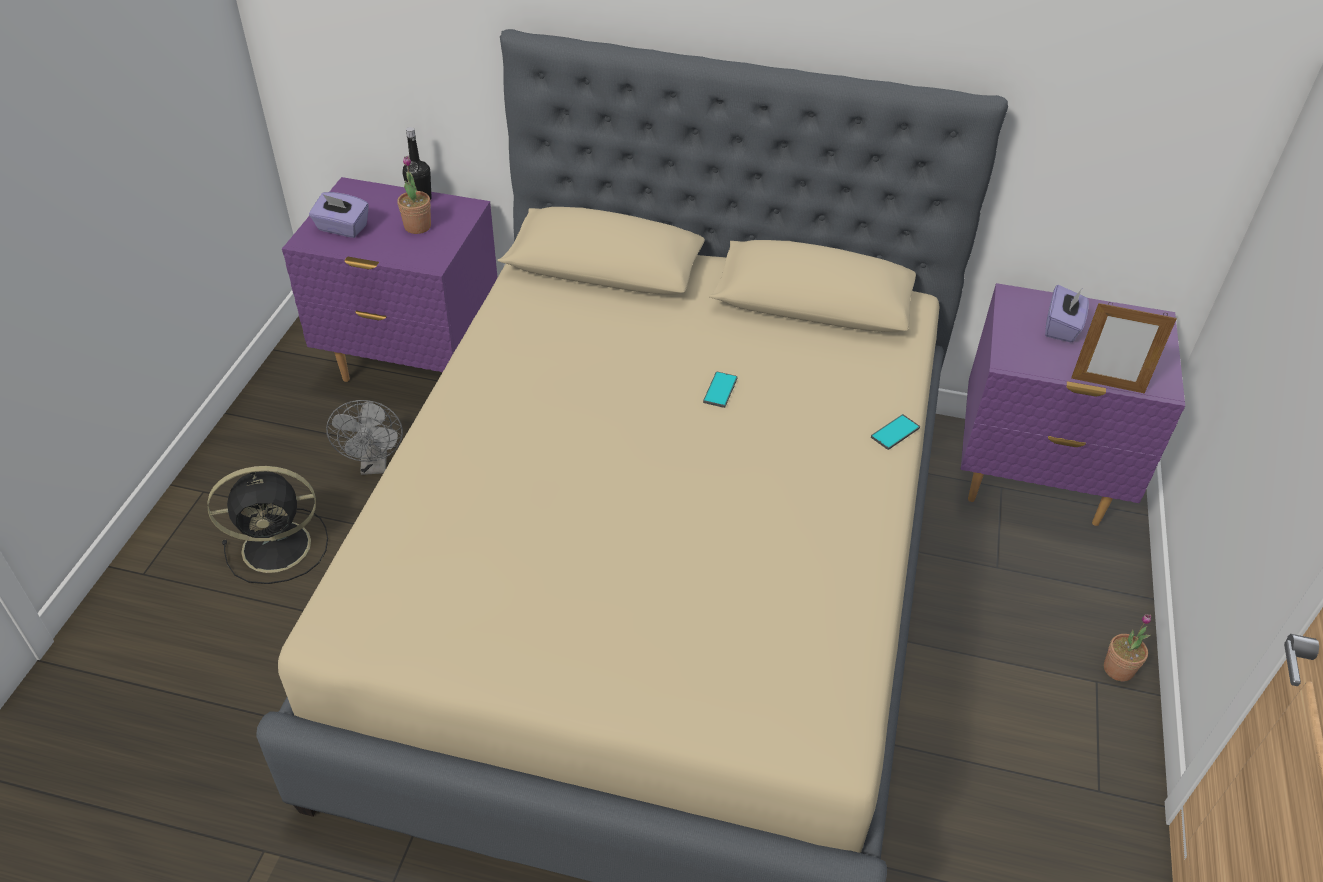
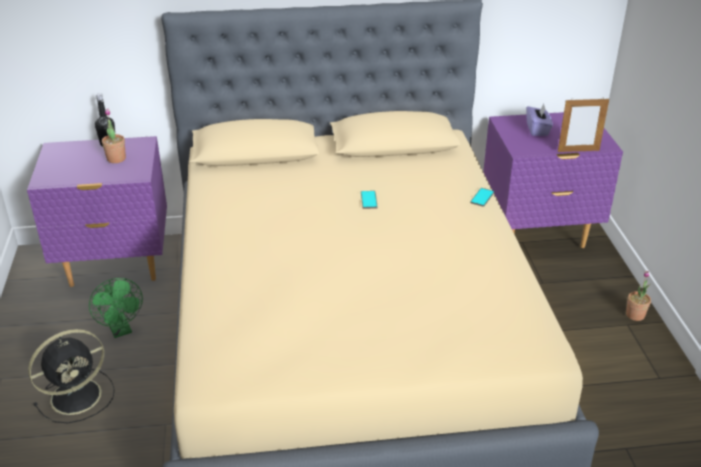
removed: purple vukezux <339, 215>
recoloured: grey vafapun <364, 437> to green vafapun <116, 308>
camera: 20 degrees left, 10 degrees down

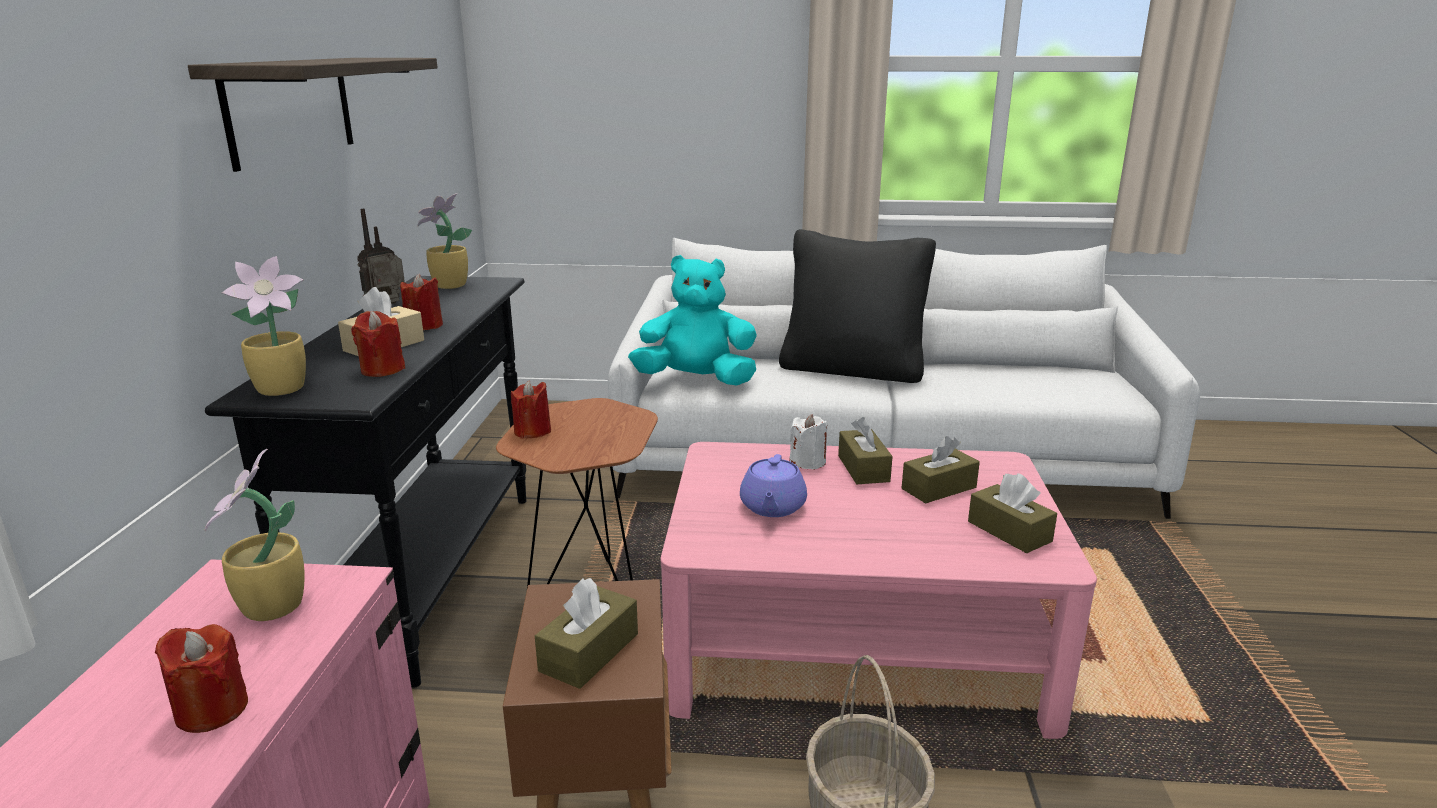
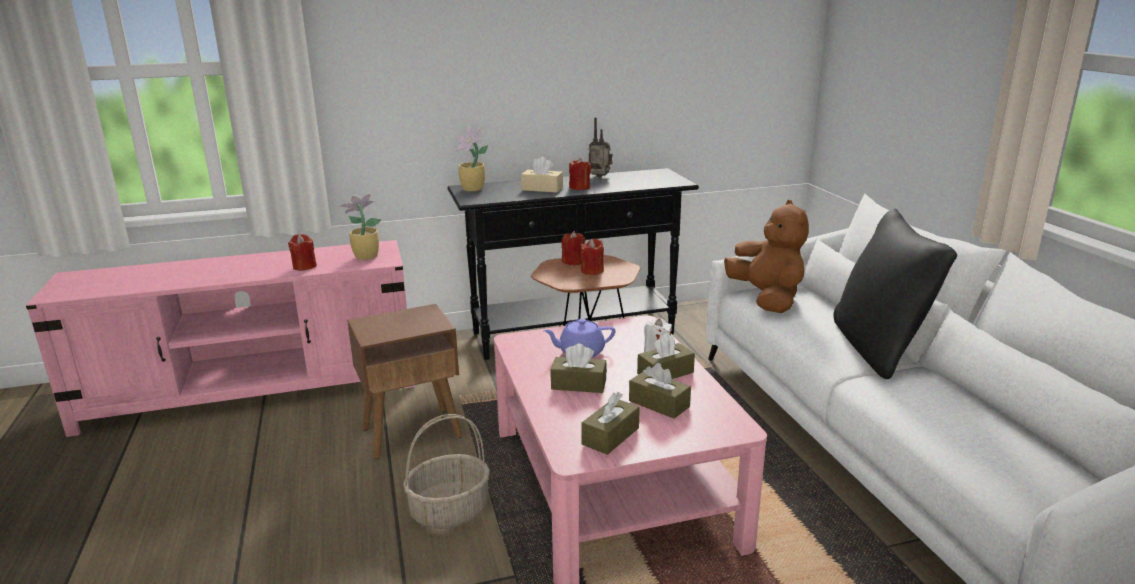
removed: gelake <313, 115>; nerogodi <444, 241>
moved: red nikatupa <378, 344> to <592, 257>; brown vukezux <586, 633> to <579, 368>
recoloured: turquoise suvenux <692, 320> to brown suvenux <766, 256>
camera: 70 degrees right, 0 degrees up

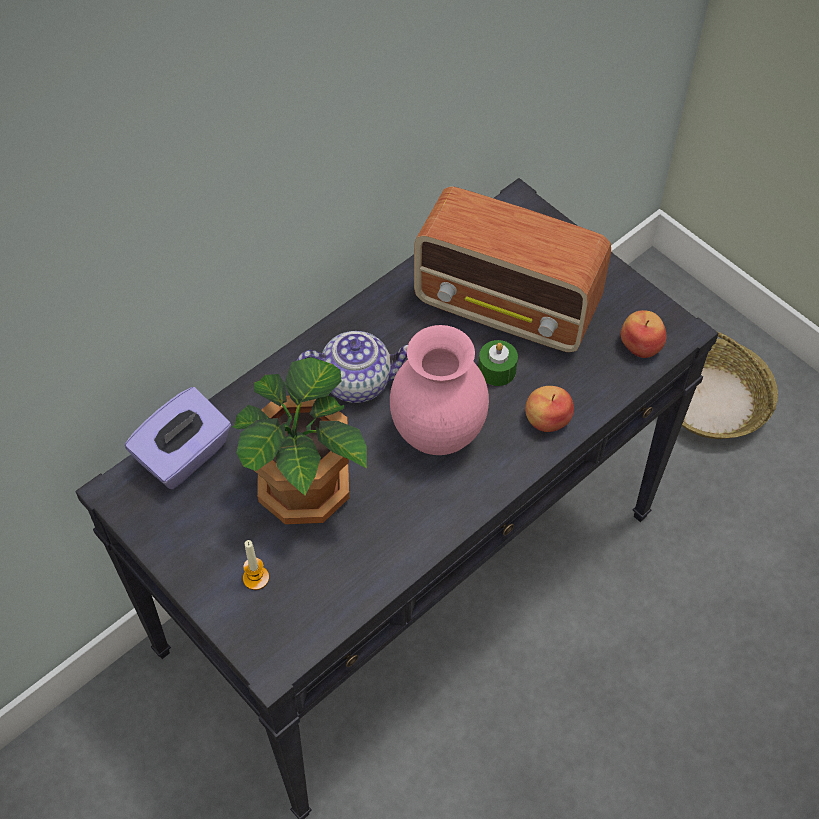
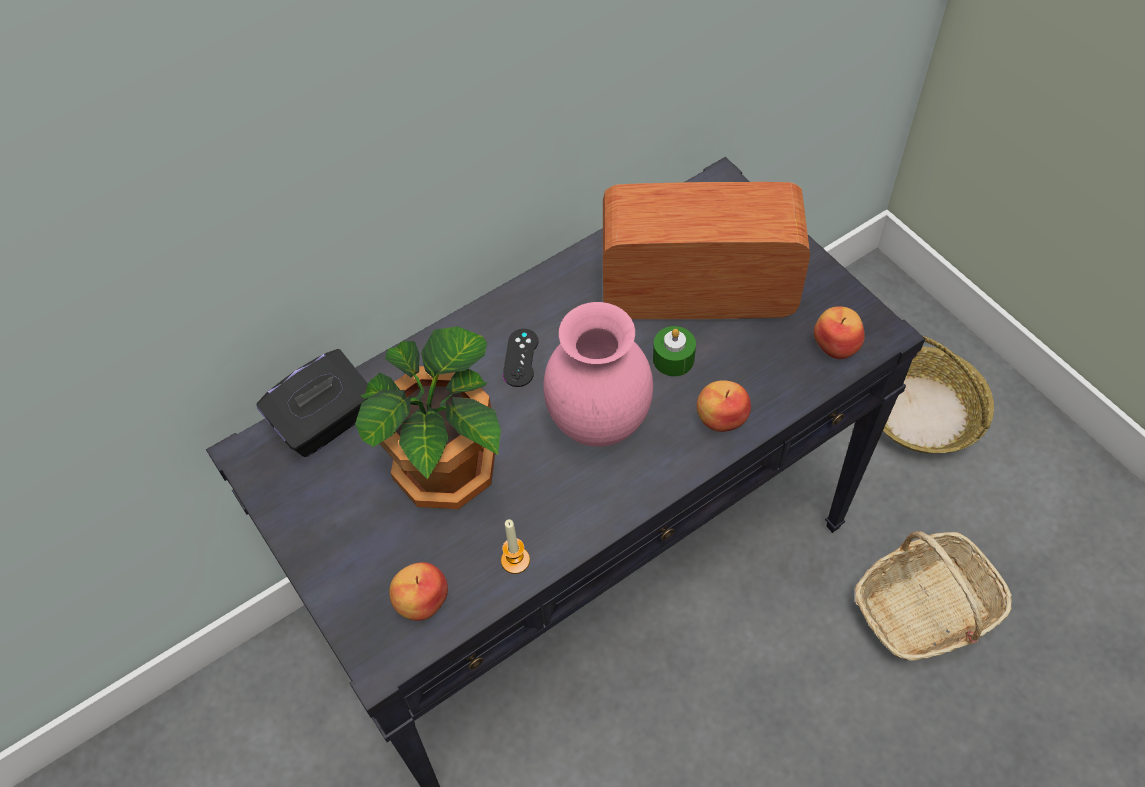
added: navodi <418, 591>; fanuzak <933, 596>
moved: nikatupa <256, 565> to <515, 546>
replaced: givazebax <352, 367> to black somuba <520, 358>
recoloured: purple vukezux <178, 438> to black vukezux <312, 403>
turned: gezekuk <512, 269> = <706, 250> 150 degrees clockwise
camera: 10 degrees right, 0 degrees up

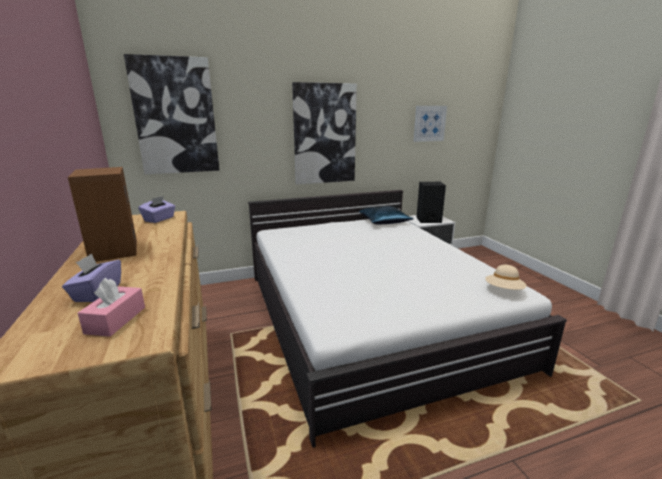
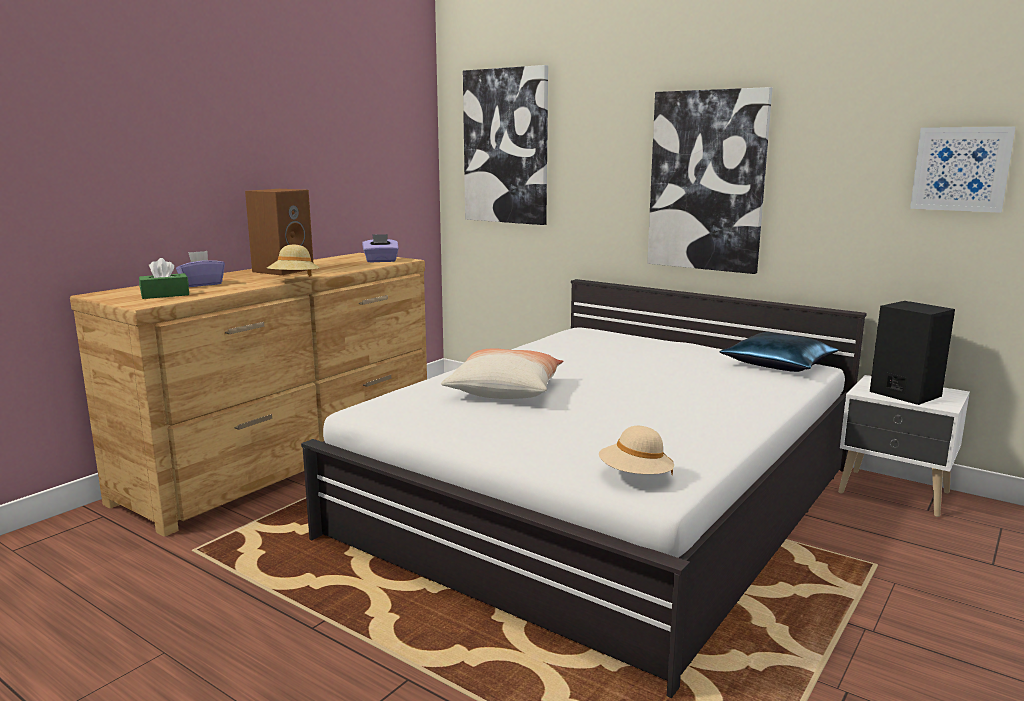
added: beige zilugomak <294, 261>; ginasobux <502, 373>
recoloured: pink vukezux <111, 307> to green vukezux <164, 278>
camera: 55 degrees right, 5 degrees down

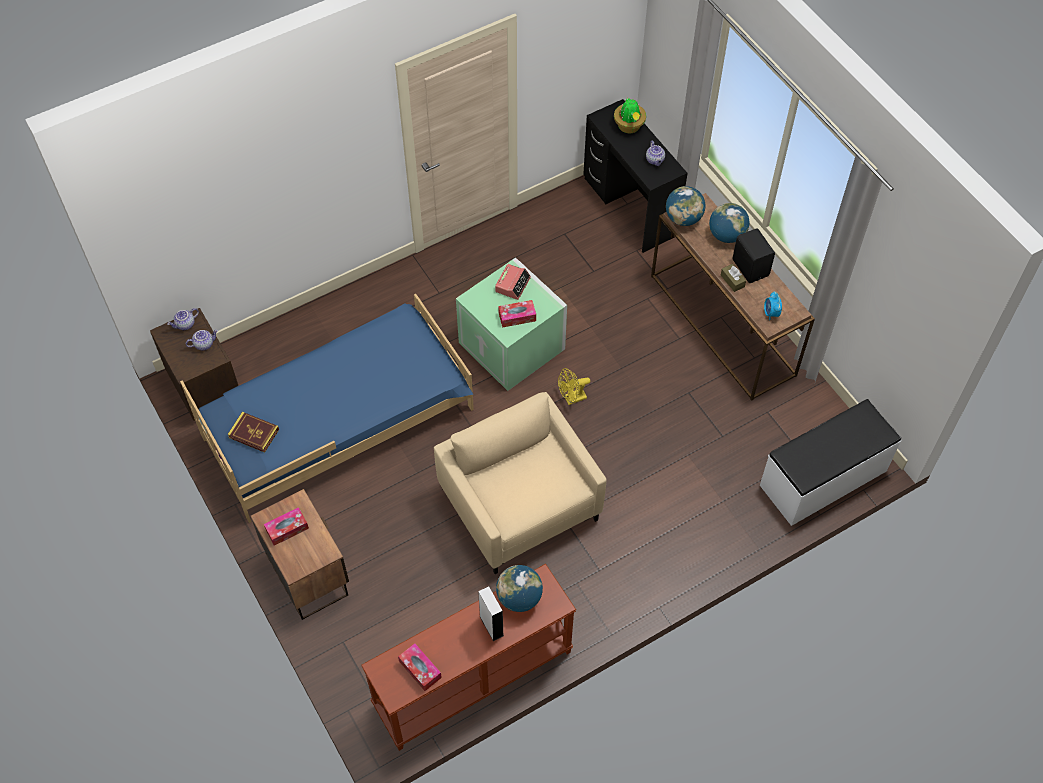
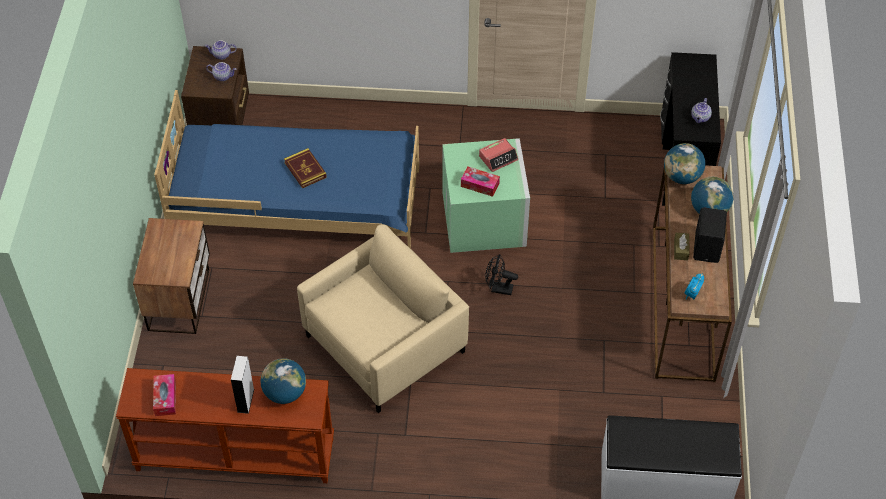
removed: vukezux <286, 526>; nerogodi <630, 115>
moved: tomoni <253, 432> to <305, 168>
recoloured: yellow vafapun <574, 386> to black vafapun <501, 274>
turned: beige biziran <520, 483> = <383, 318> 45 degrees clockwise
camera: 35 degrees right, 5 degrees down

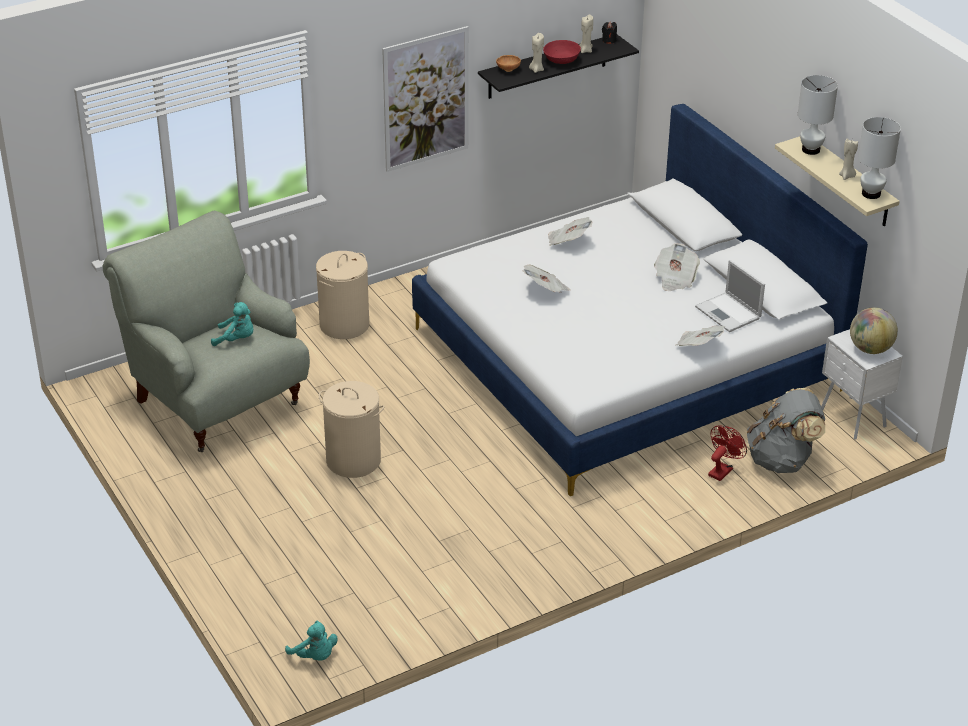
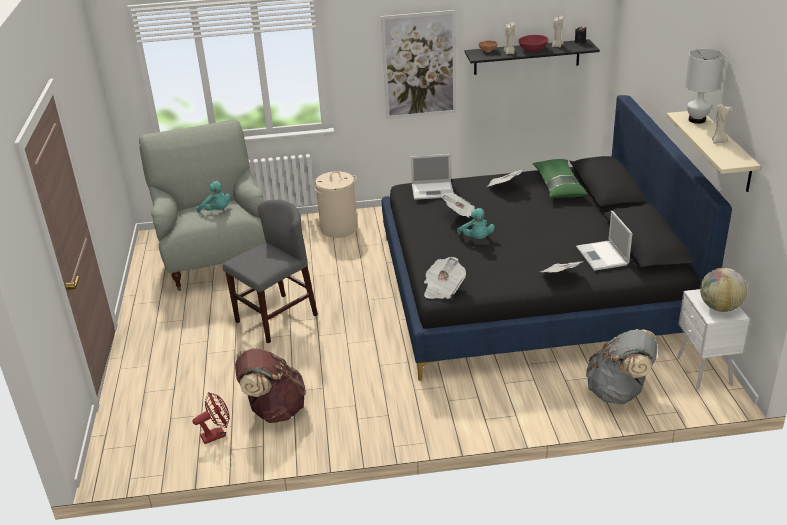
removed: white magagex <879, 158>
added: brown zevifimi <270, 385>; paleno <432, 177>; green ginasobux <560, 178>
moved: turquoise suvenux <311, 641> to <476, 223>; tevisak <677, 267> to <445, 278>; red vafapun <727, 453> to <211, 418>
replaced: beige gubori <351, 429> to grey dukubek <270, 272>
recoloured: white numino <640, 300> to black numino <557, 238>
camera: 25 degrees right, 5 degrees down

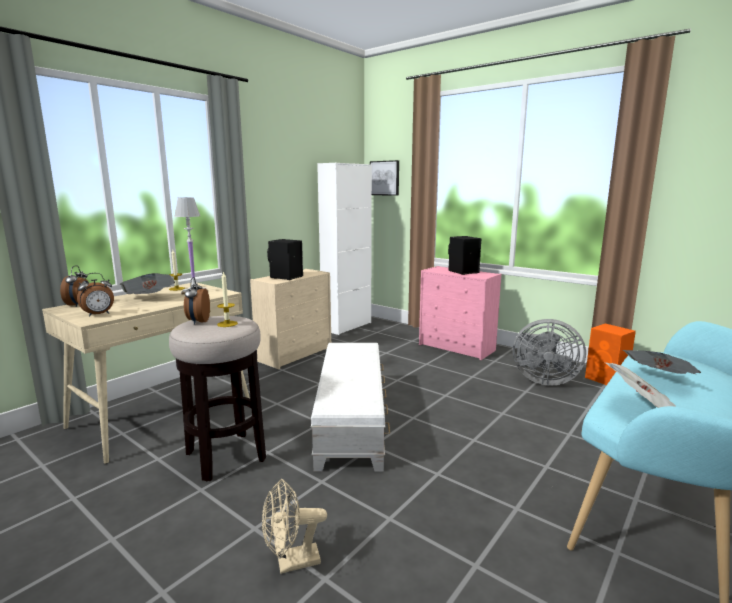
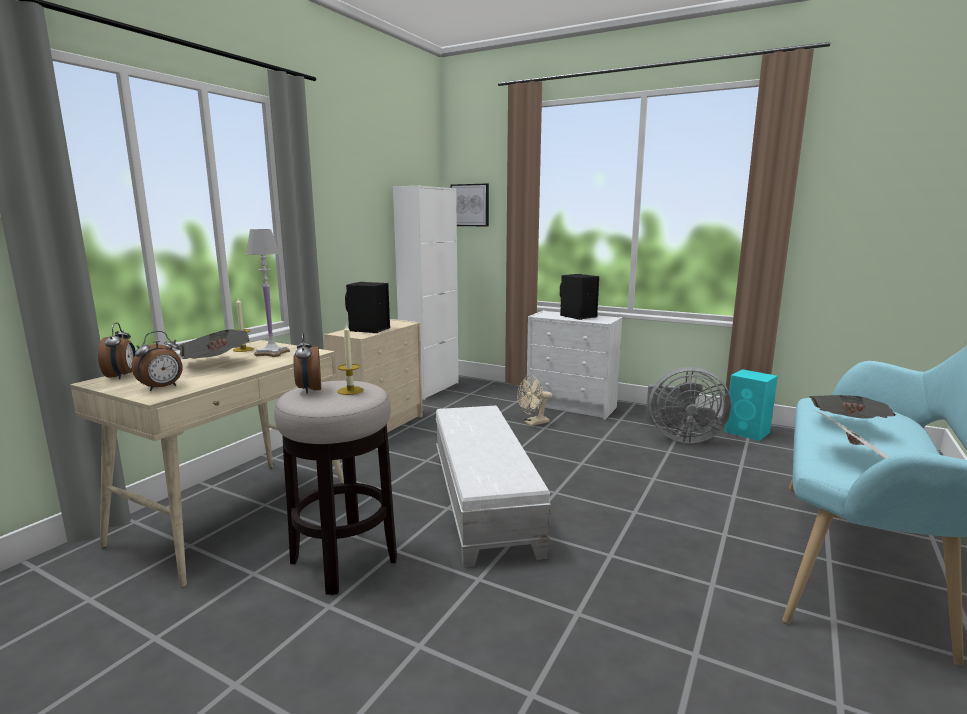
moved: beige vafapun <294, 526> to <534, 400>
recoloured: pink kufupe <460, 313> to white kufupe <574, 365>; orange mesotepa <610, 354> to turquoise mesotepa <751, 405>
camera: 10 degrees left, 0 degrees up

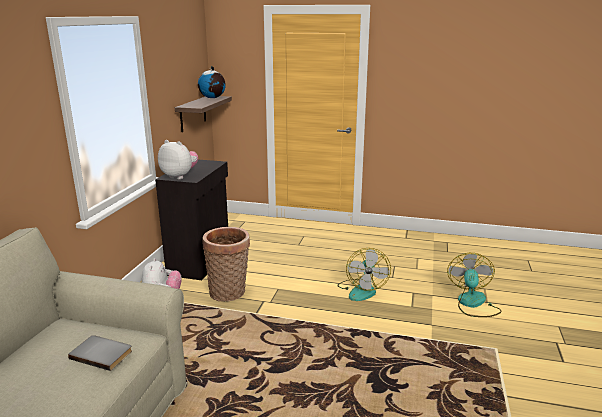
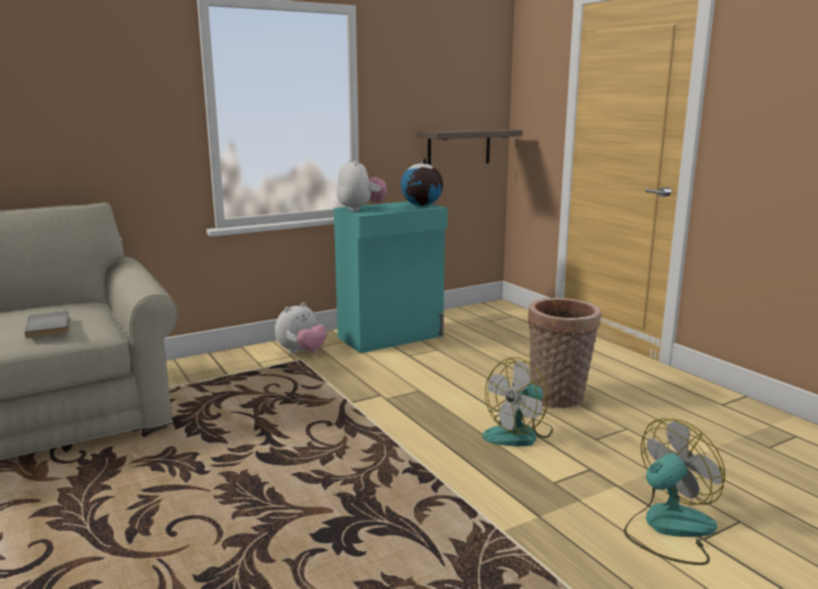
moved: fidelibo <212, 82> to <422, 181>; fanuzak <226, 264> to <564, 353>
recoloured: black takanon <191, 220> to turquoise takanon <391, 277>
camera: 45 degrees right, 5 degrees down

